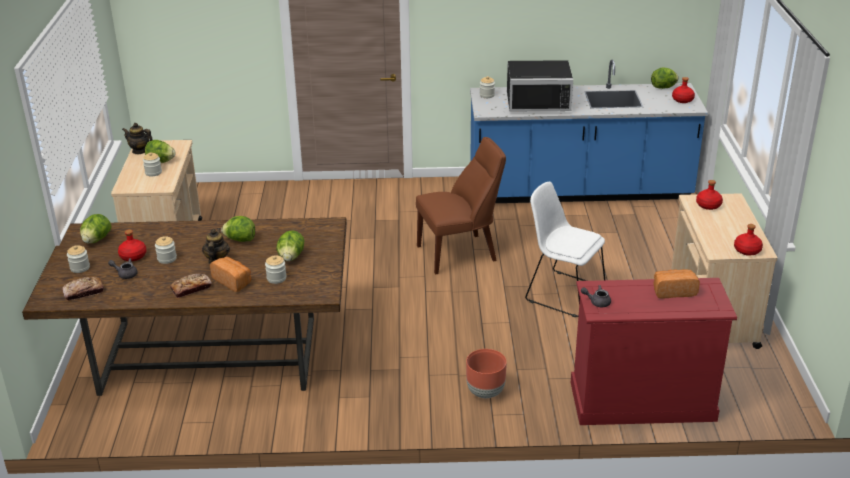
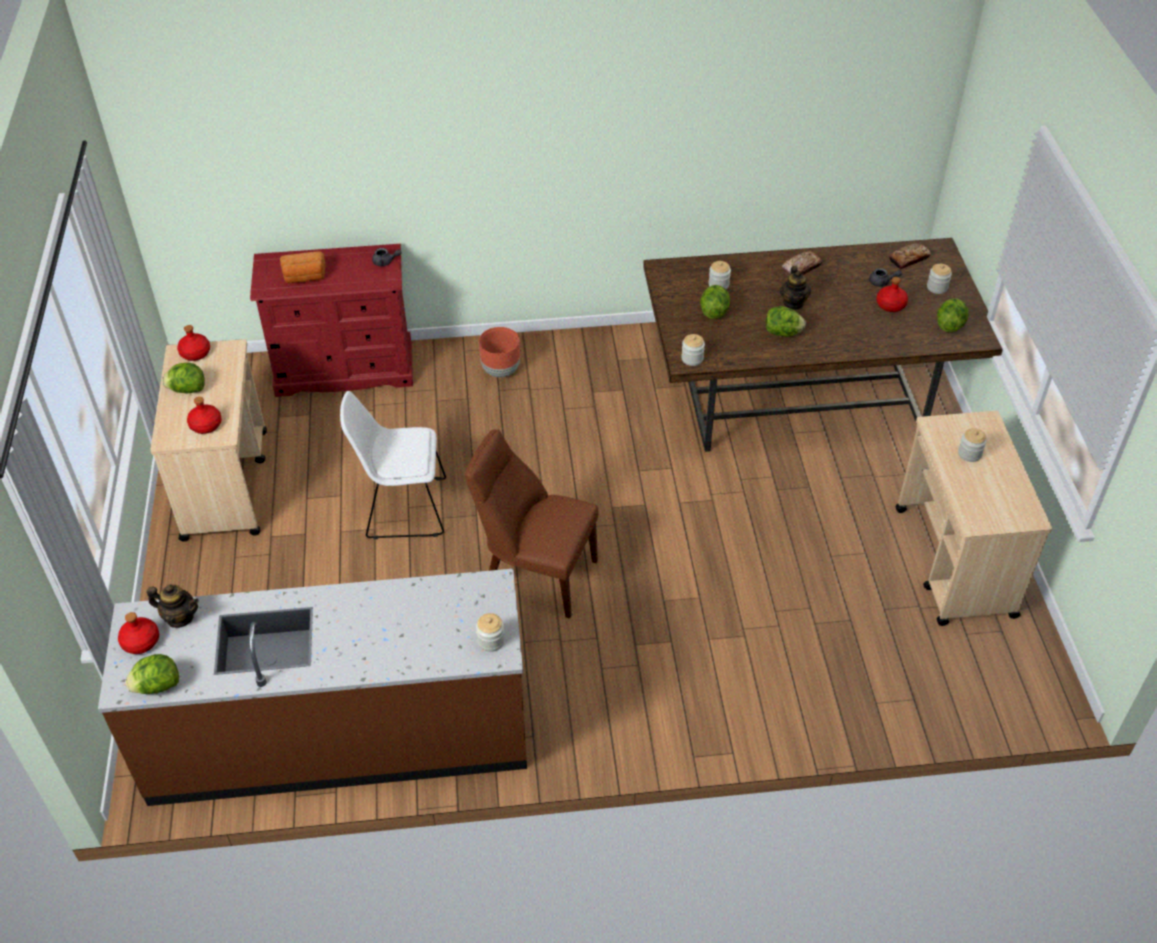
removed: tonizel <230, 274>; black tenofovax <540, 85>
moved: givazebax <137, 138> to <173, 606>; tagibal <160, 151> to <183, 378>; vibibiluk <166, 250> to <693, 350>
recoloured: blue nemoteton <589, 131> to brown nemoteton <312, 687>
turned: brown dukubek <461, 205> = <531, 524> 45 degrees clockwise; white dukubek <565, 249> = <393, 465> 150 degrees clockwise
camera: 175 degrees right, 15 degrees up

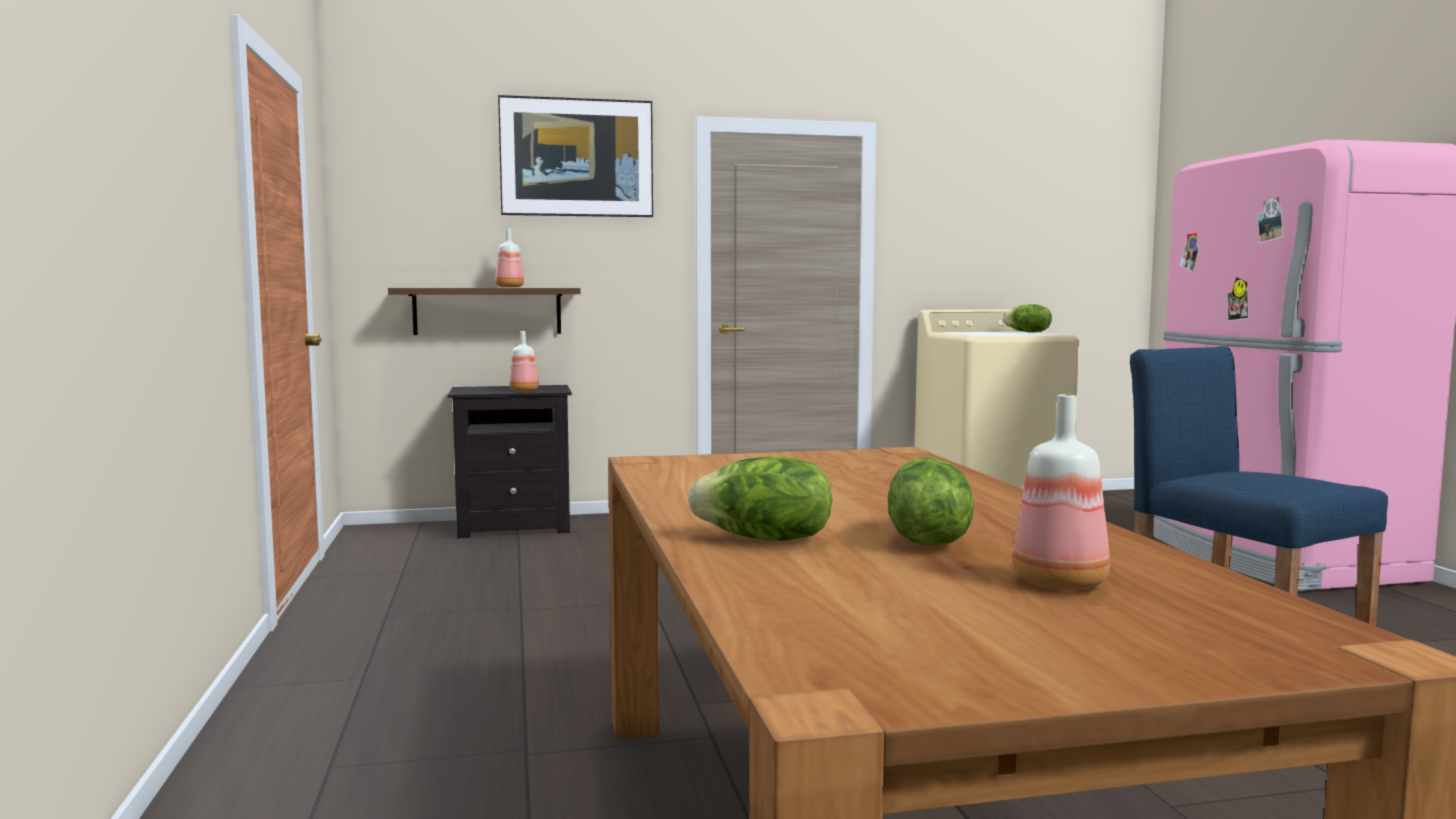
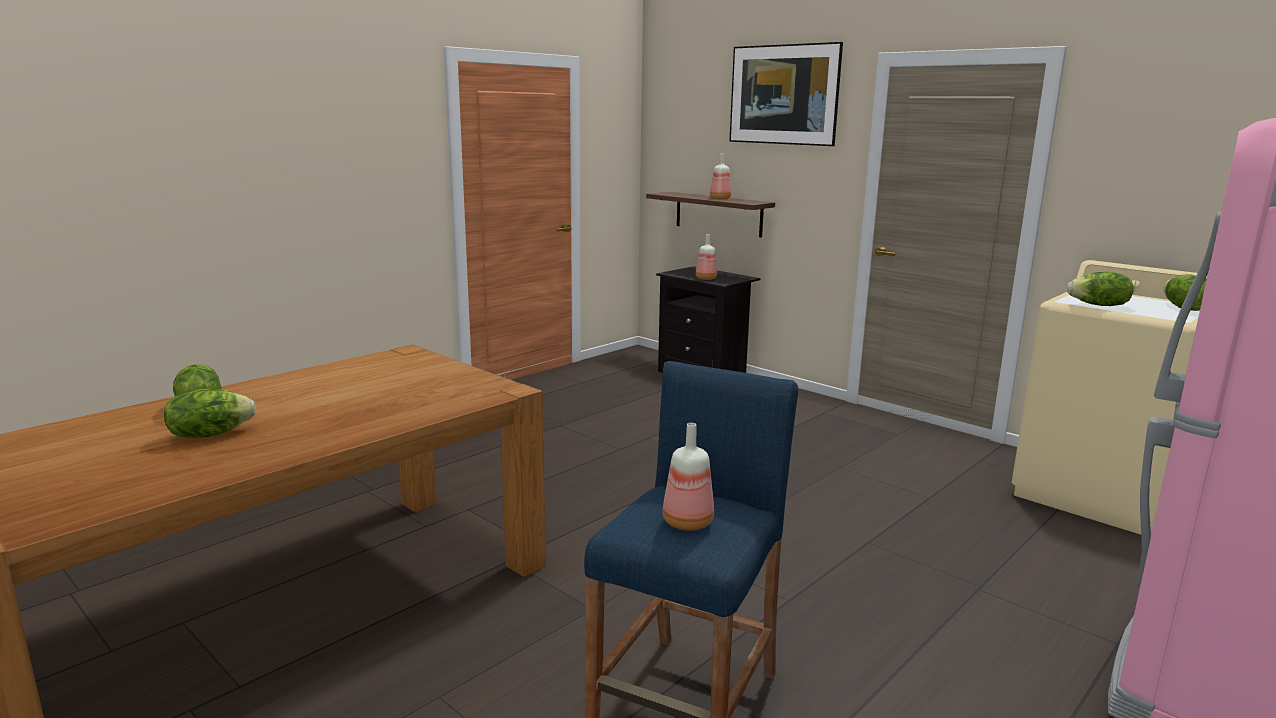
added: tagibal <1100, 289>
moved: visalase <1061, 493> to <688, 477>
camera: 55 degrees right, 10 degrees up

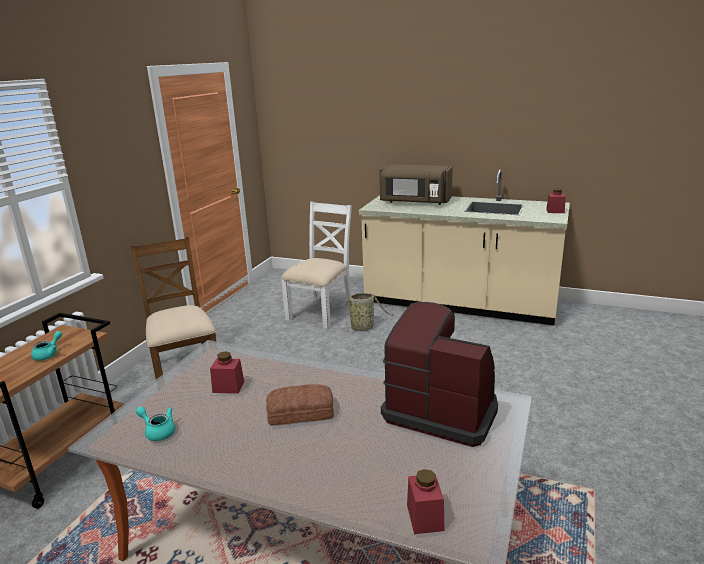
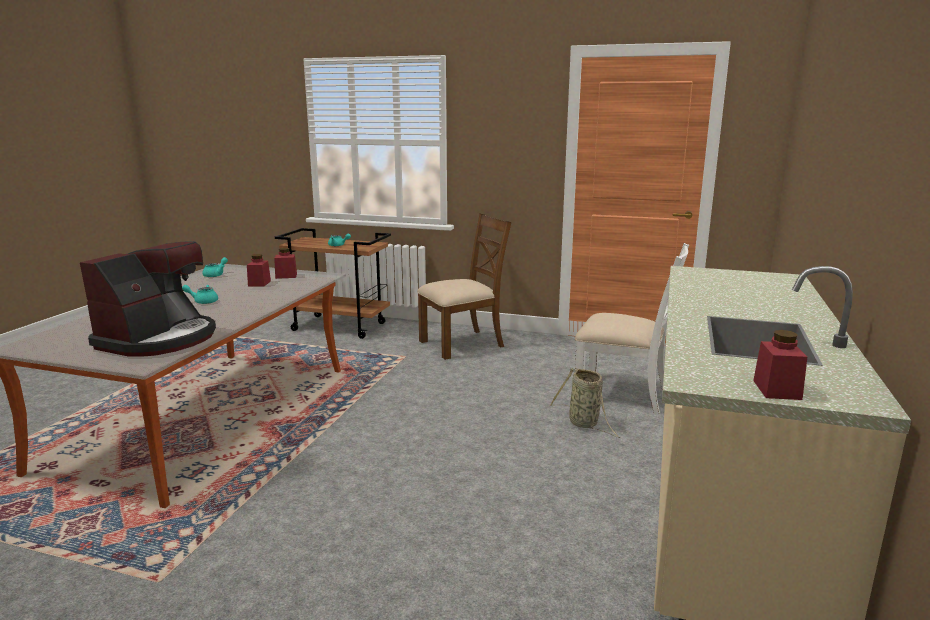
removed: brown tenofovax <416, 184>
moved: red vibibiluk <426, 501> to <285, 263>
replaced: tonizel <300, 405> to turquoise givazebax <200, 294>
camera: 85 degrees right, 5 degrees down

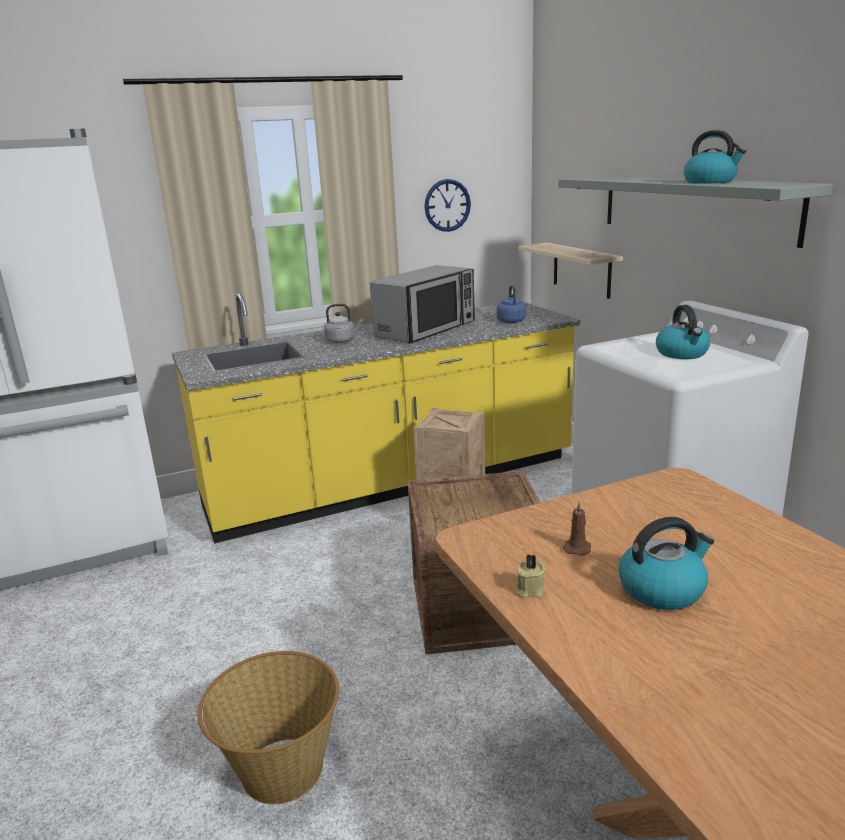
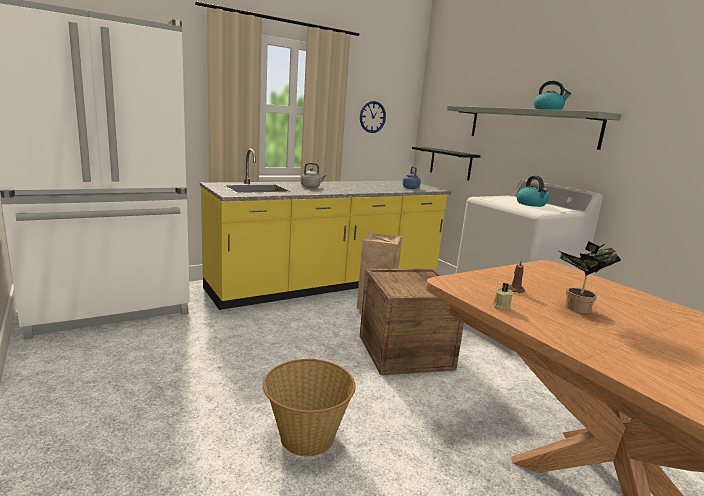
removed: tenofovax <422, 304>
replaced: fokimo <666, 563> to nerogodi <590, 277>
recoloured: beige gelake <570, 271> to black gelake <446, 163>
camera: 10 degrees left, 5 degrees down

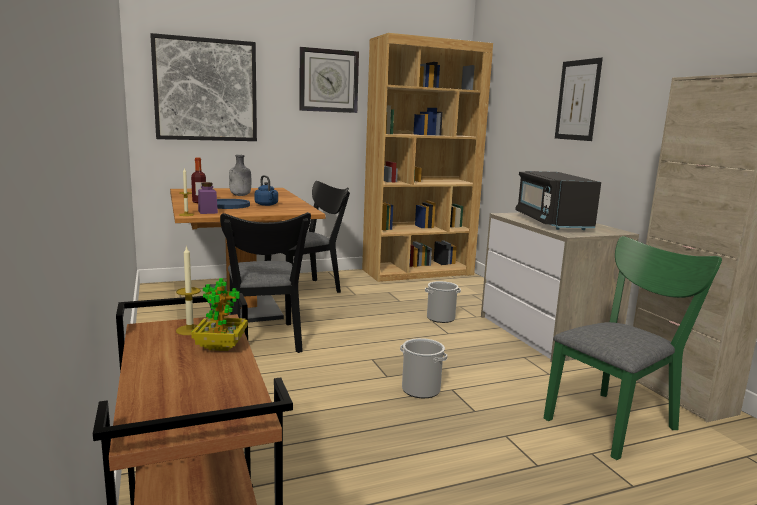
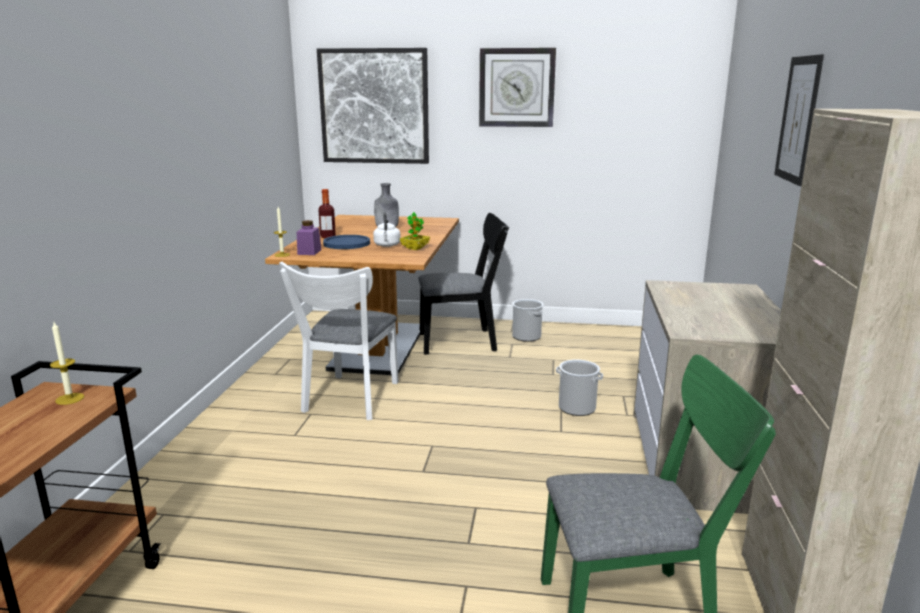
removed: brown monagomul <427, 157>; black tenofovax <558, 200>
moved: nerogodi <219, 314> to <415, 231>; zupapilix <423, 368> to <528, 320>
recoloured: black dukubek <265, 282> to white dukubek <339, 341>; blue fokimo <266, 190> to white fokimo <387, 229>
camera: 30 degrees right, 5 degrees up

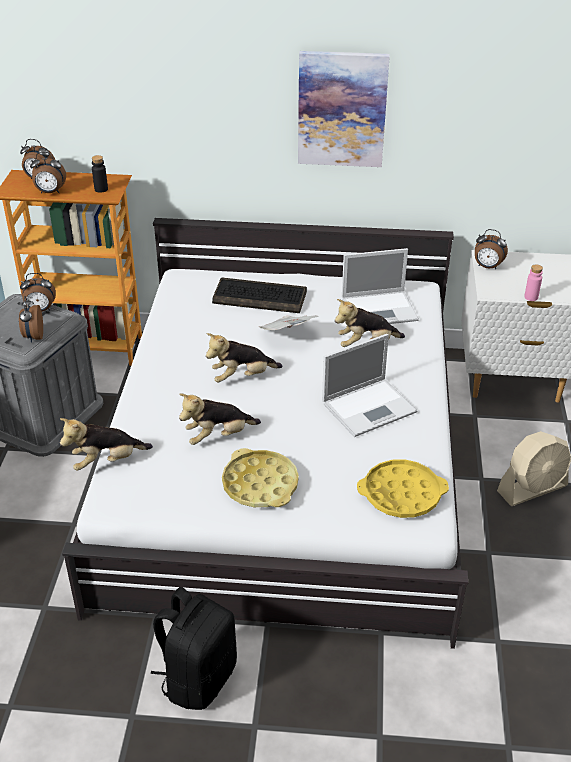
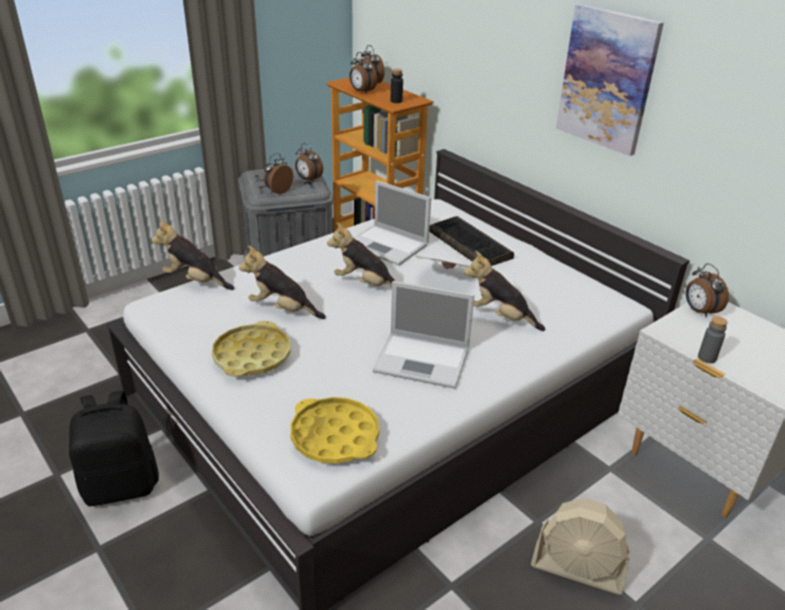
moved: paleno <380, 286> to <392, 223>
recoloured: pink visalase <533, 282> to grey visalase <713, 339>
camera: 45 degrees right, 5 degrees down

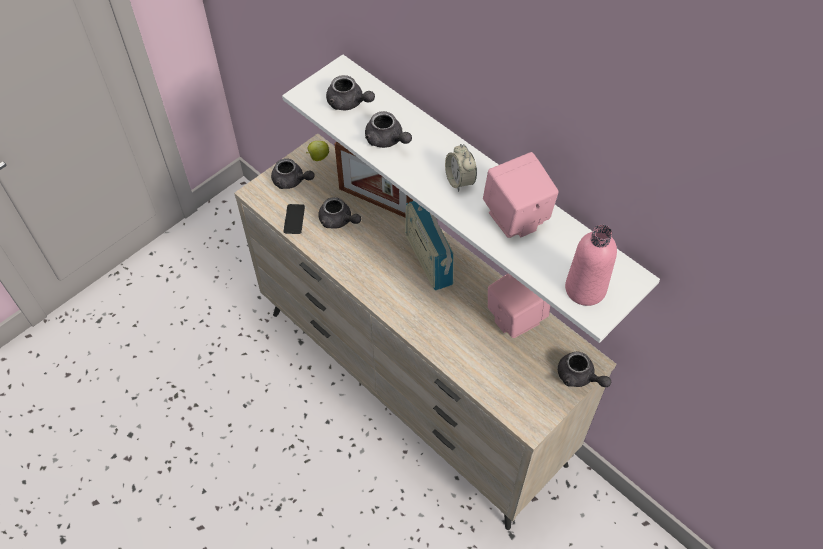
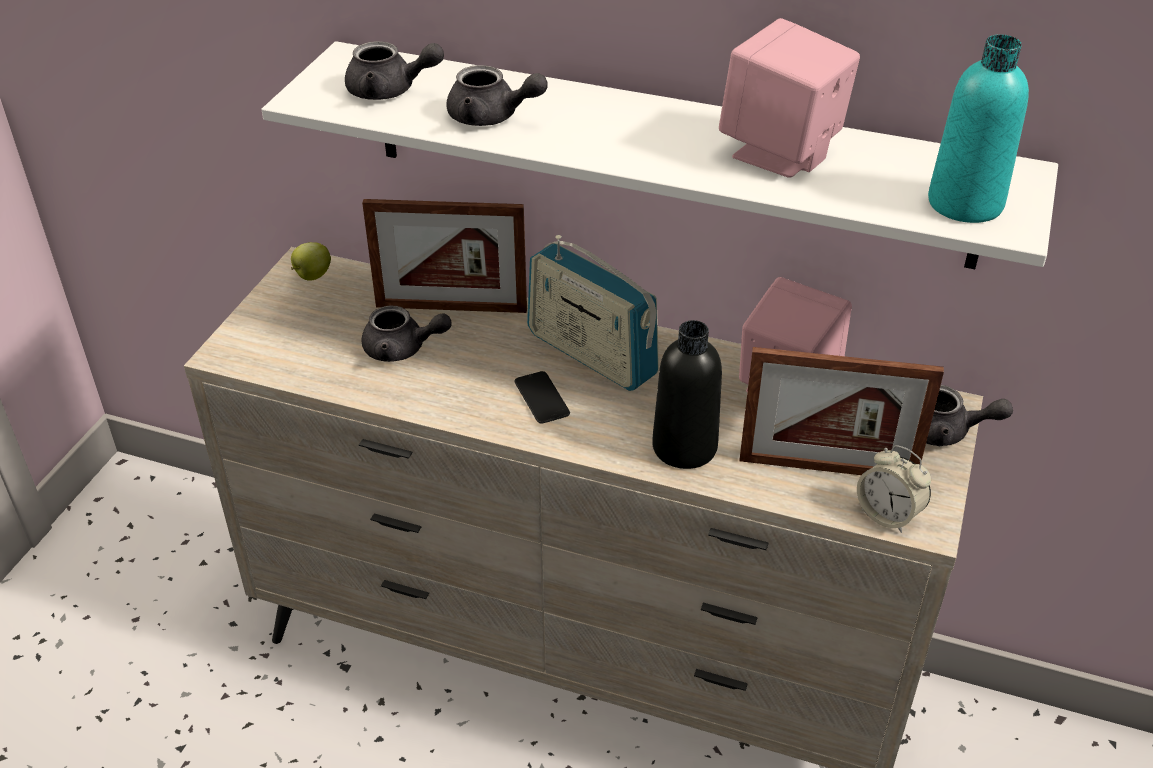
removed: grey givazebax <293, 173>
added: black visalase <687, 394>; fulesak <841, 411>
moved: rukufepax <294, 219> to <542, 397>; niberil <461, 168> to <894, 489>
recoloured: pink visalase <591, 265> to turquoise visalase <978, 128>
camera: 25 degrees left, 15 degrees down

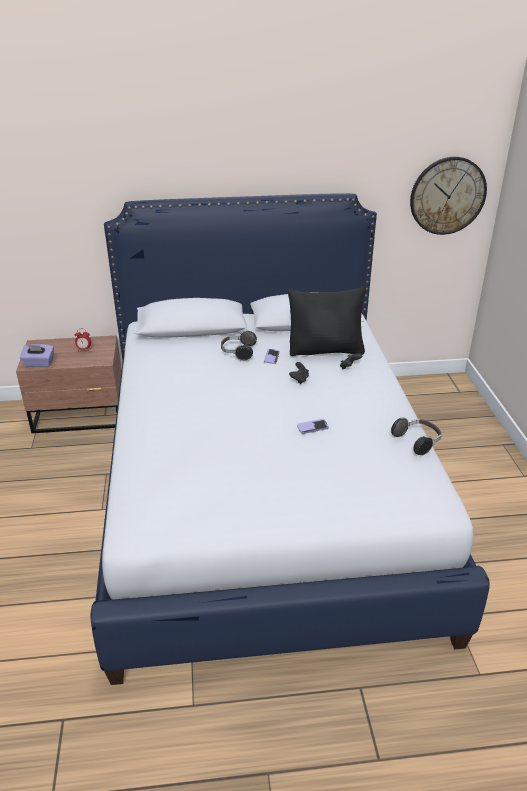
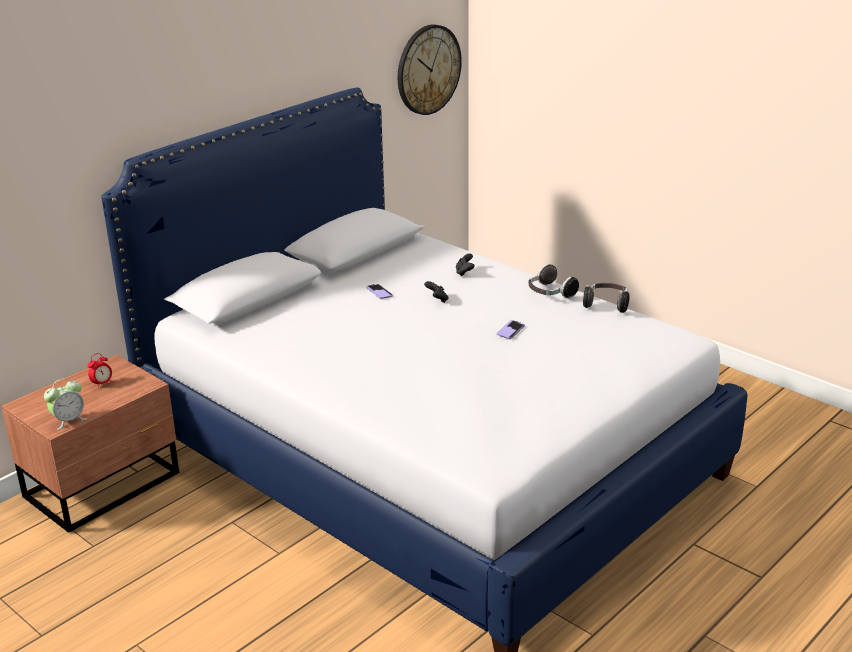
removed: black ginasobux <327, 321>
moved: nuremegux <239, 345> to <553, 281>
replaced: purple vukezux <37, 355> to niberil <65, 404>
camera: 40 degrees left, 5 degrees down

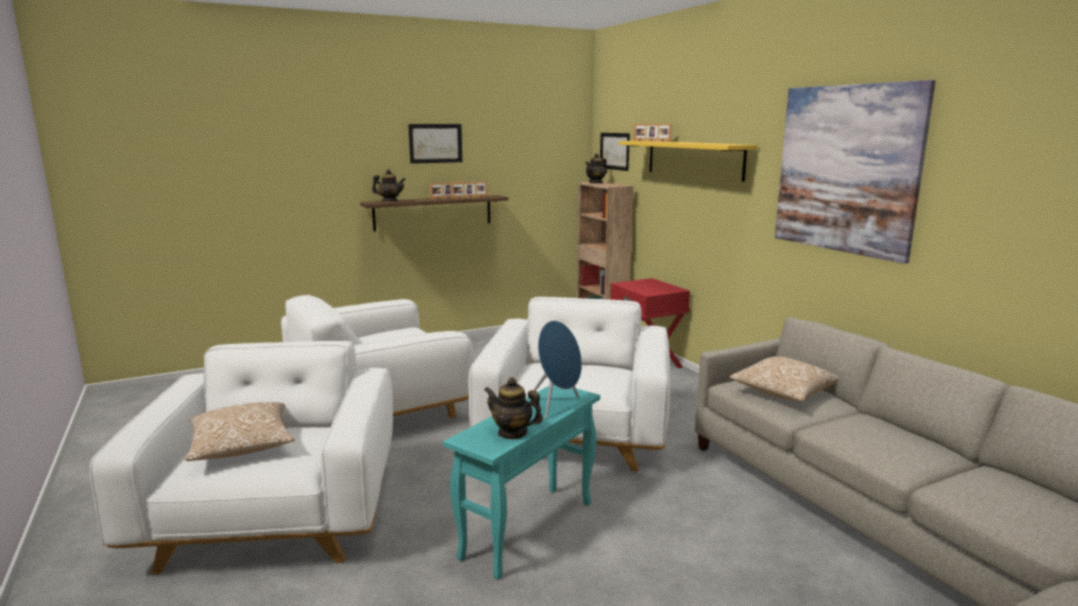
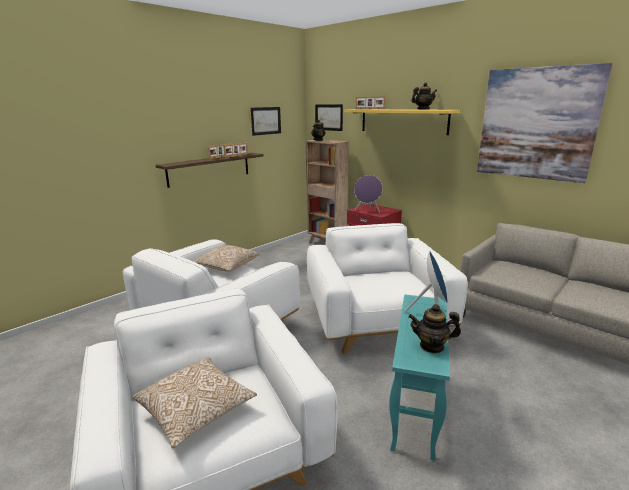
added: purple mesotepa <368, 194>
moved: givazebax <389, 185> to <424, 96>; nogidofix <435, 144> to <266, 121>; ginasobux <783, 379> to <226, 258>
camera: 20 degrees left, 5 degrees up

